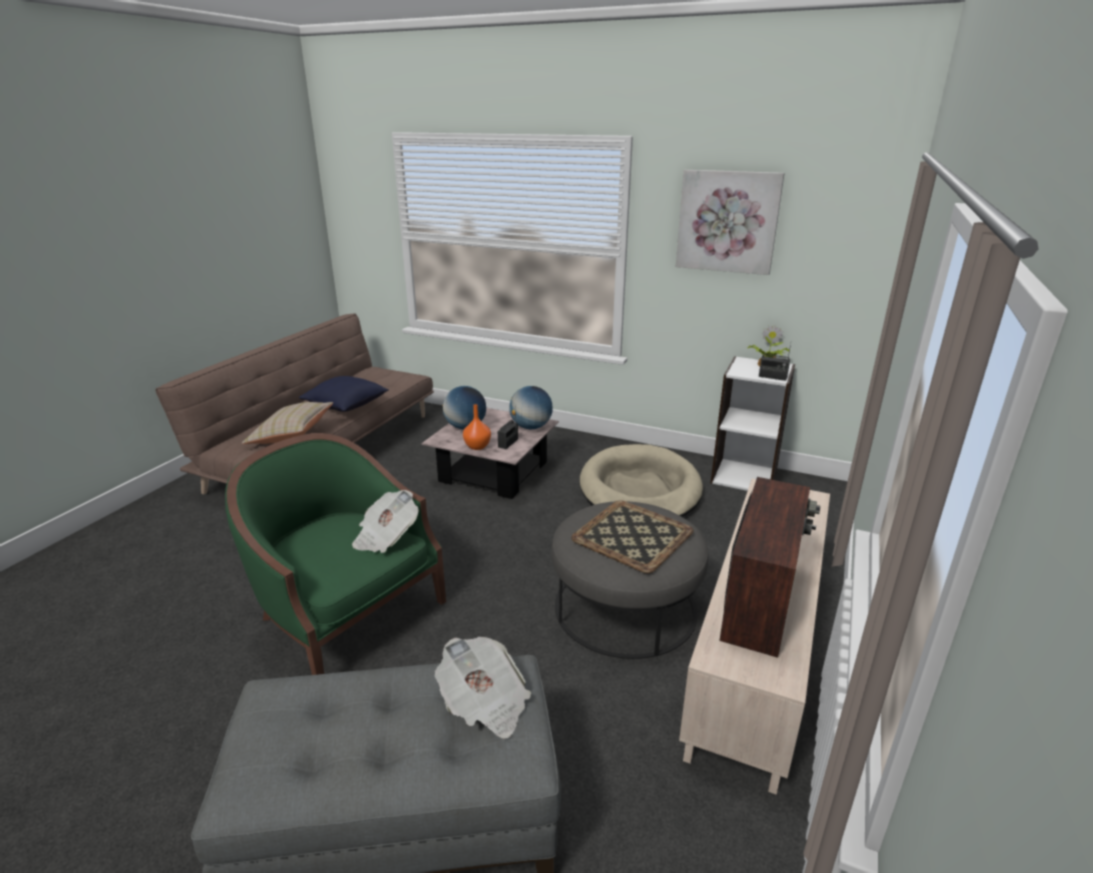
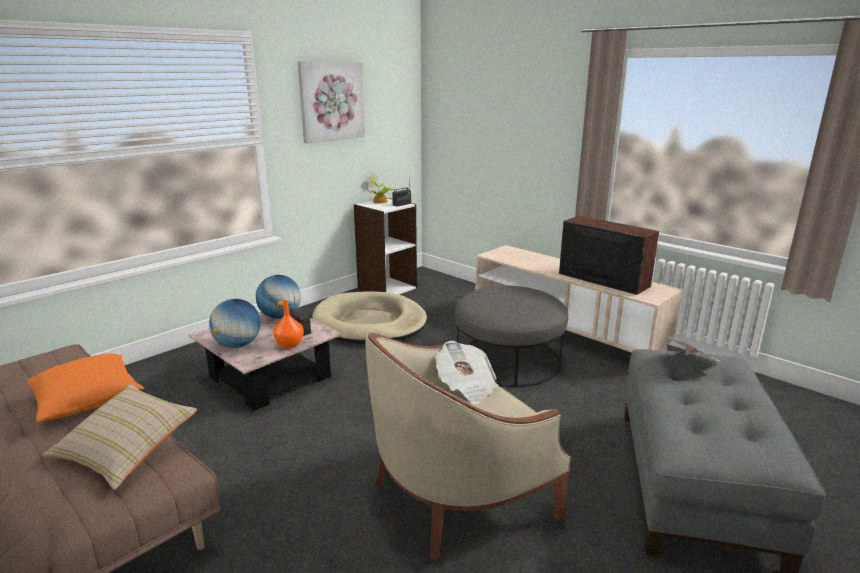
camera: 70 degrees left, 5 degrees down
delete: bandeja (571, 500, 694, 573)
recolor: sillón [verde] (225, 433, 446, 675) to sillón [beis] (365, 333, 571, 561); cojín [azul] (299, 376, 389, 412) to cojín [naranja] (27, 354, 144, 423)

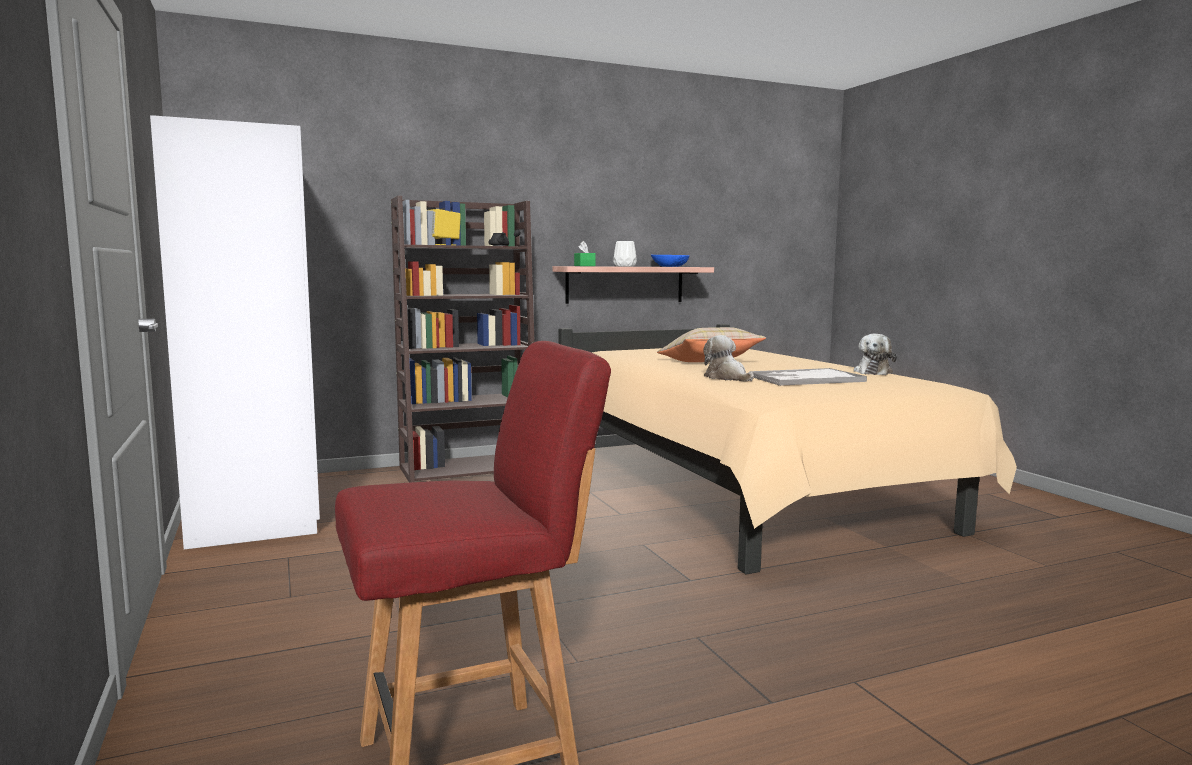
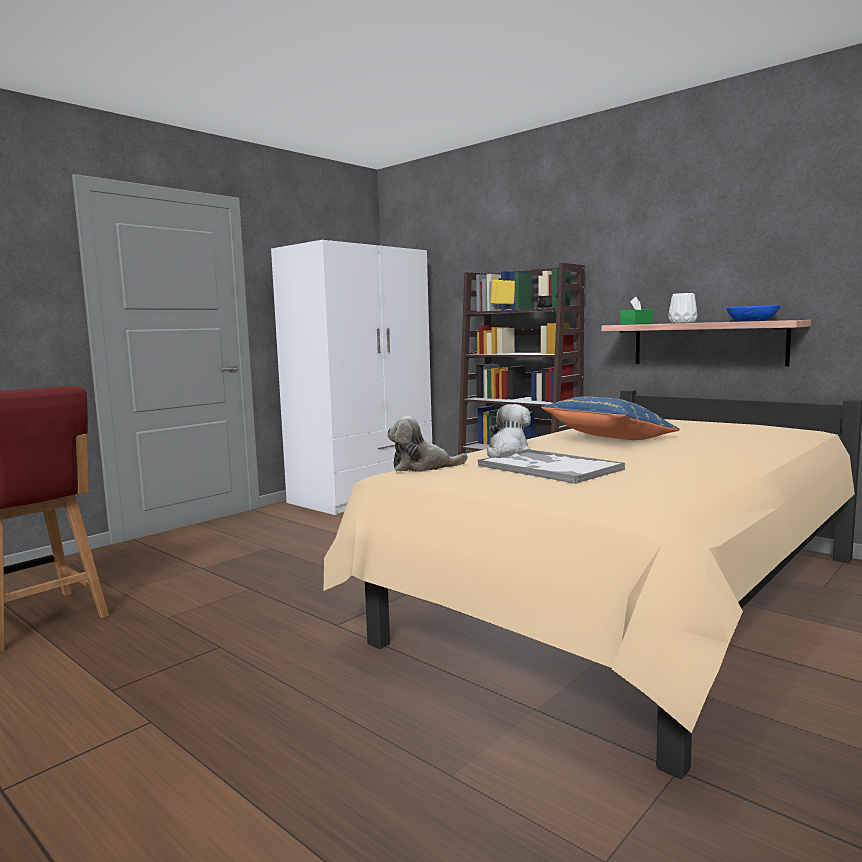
camera: 65 degrees right, 0 degrees up
move: peluche (854, 334, 897, 375) to (387, 416, 468, 472)
recolor: cojín [beis] (657, 327, 766, 362) to cojín [azul] (541, 396, 680, 440)

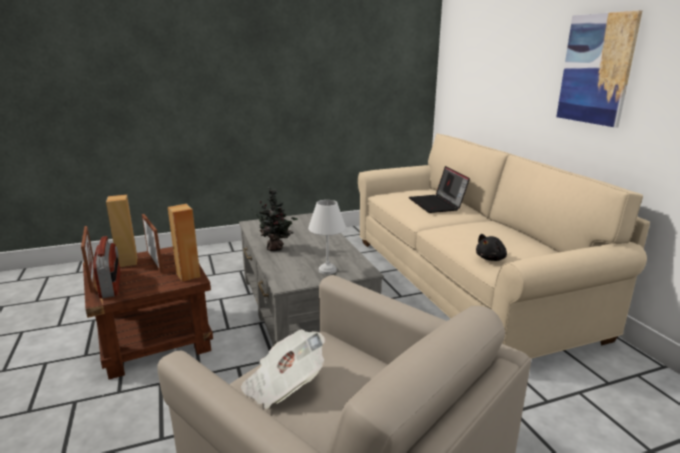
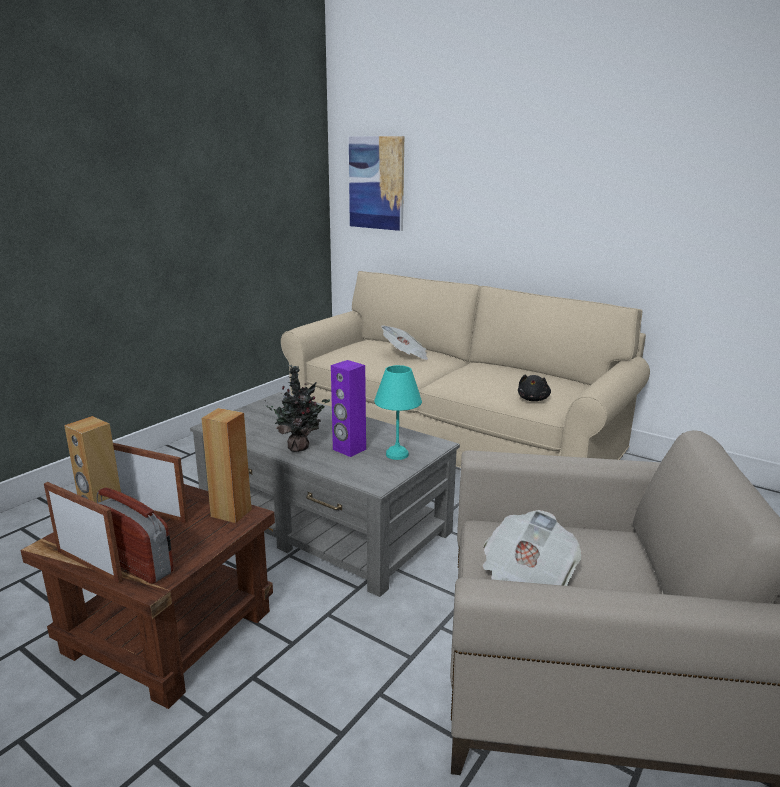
camera: 35 degrees left, 0 degrees up
insert: altavoz [morado] (331, 360, 366, 457)
move: cuadro (556, 10, 642, 128) to (349, 136, 404, 231)
replace: portátil (409, 166, 470, 213) to periódico (381, 325, 428, 360)
recolor: lámpara de mesa [blanco] (308, 200, 346, 274) to lámpara de mesa [turquesa] (374, 365, 422, 460)

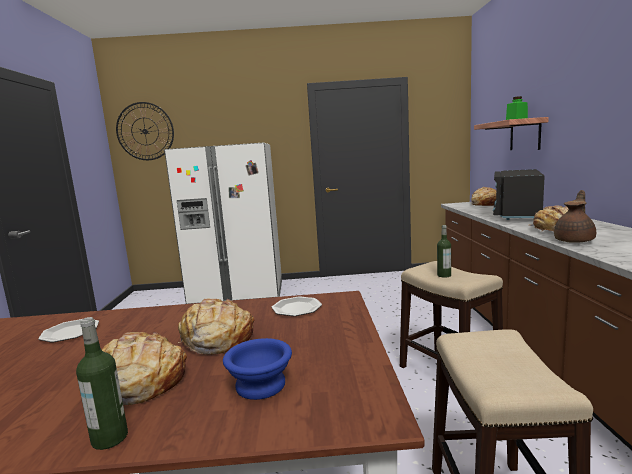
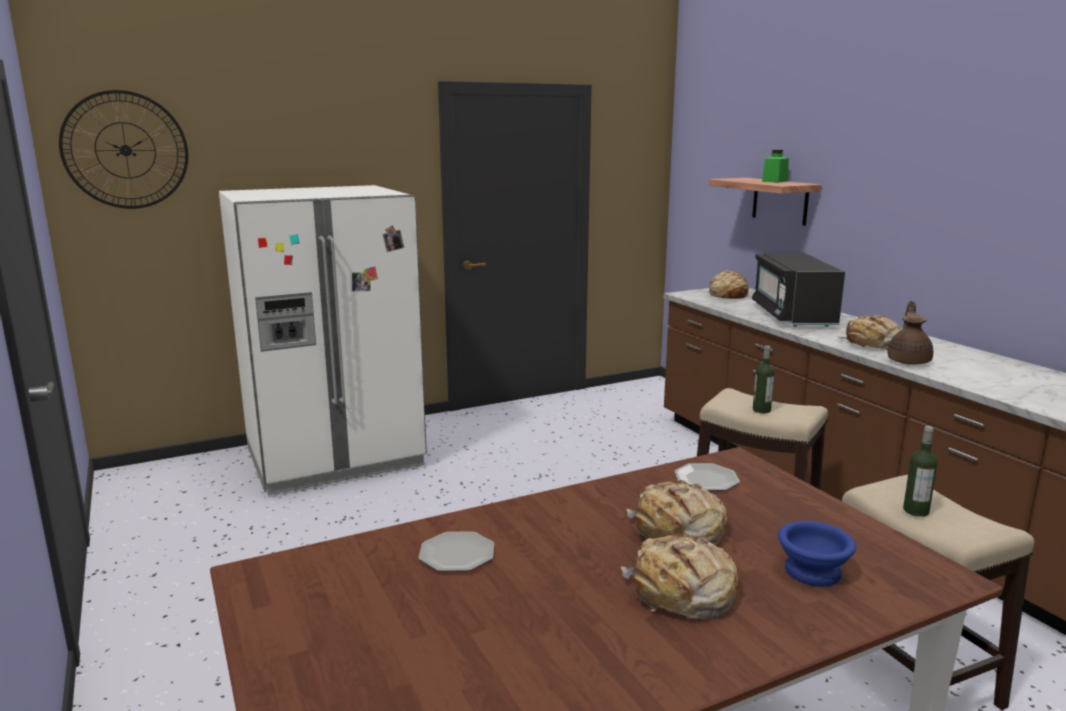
camera: 25 degrees left, 5 degrees up
move: botella (76, 317, 128, 450) to (903, 426, 938, 517)

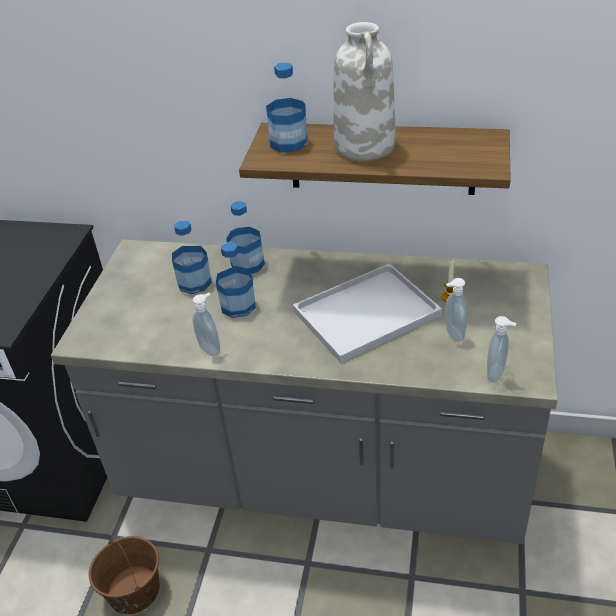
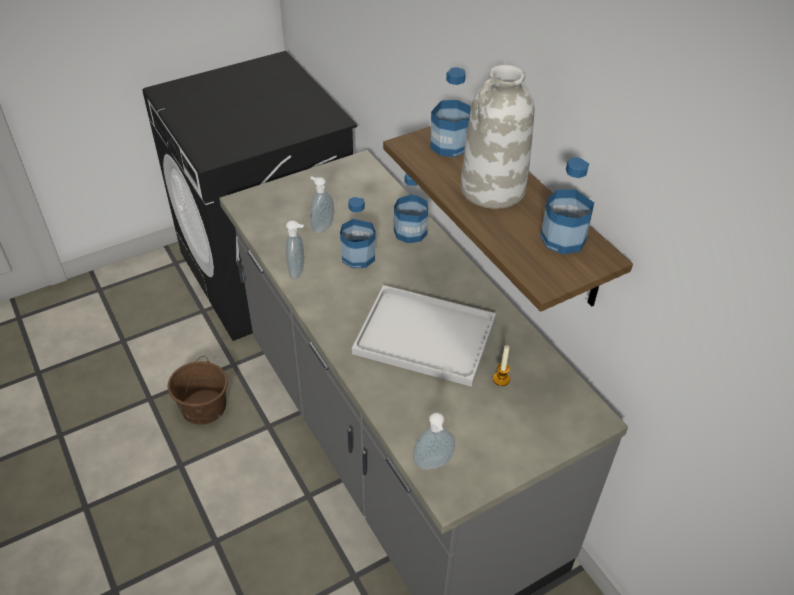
camera: 45 degrees right, 5 degrees up
move: botella (172, 221, 212, 294) to (540, 157, 594, 254); dispensador de jabón (445, 278, 467, 342) to (310, 176, 334, 233)

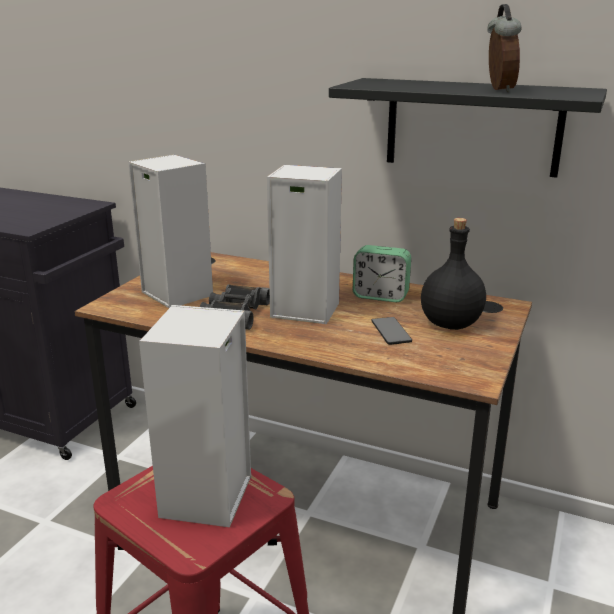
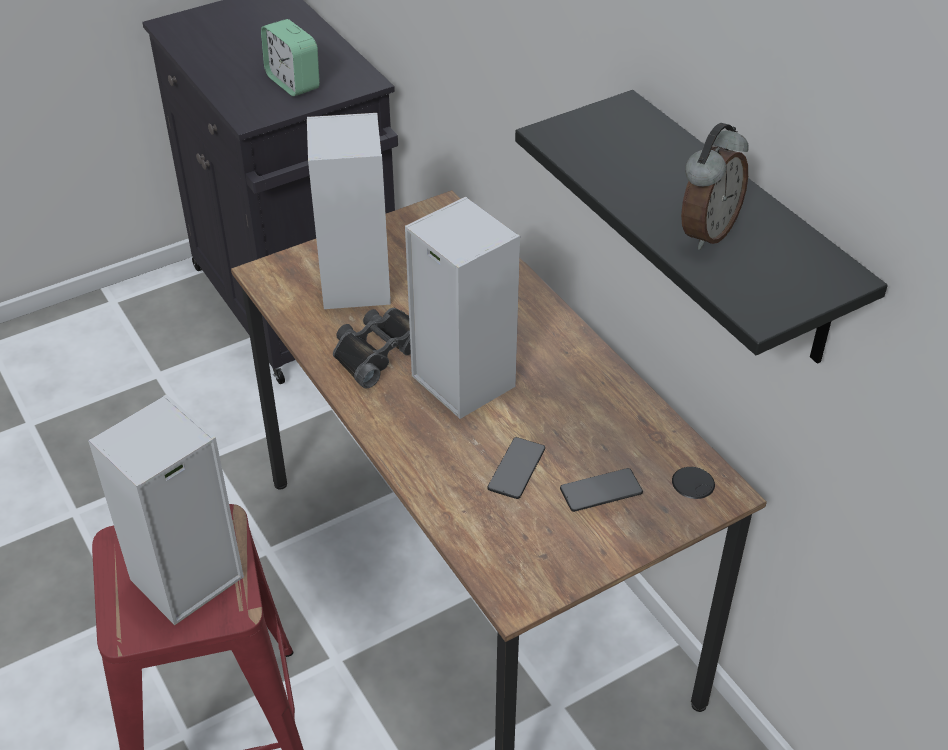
camera: 35 degrees right, 20 degrees up
move: despertador (353, 245, 411, 302) to (261, 19, 320, 96)
replace: botella [negro] (421, 218, 486, 330) to móvil (560, 468, 643, 512)

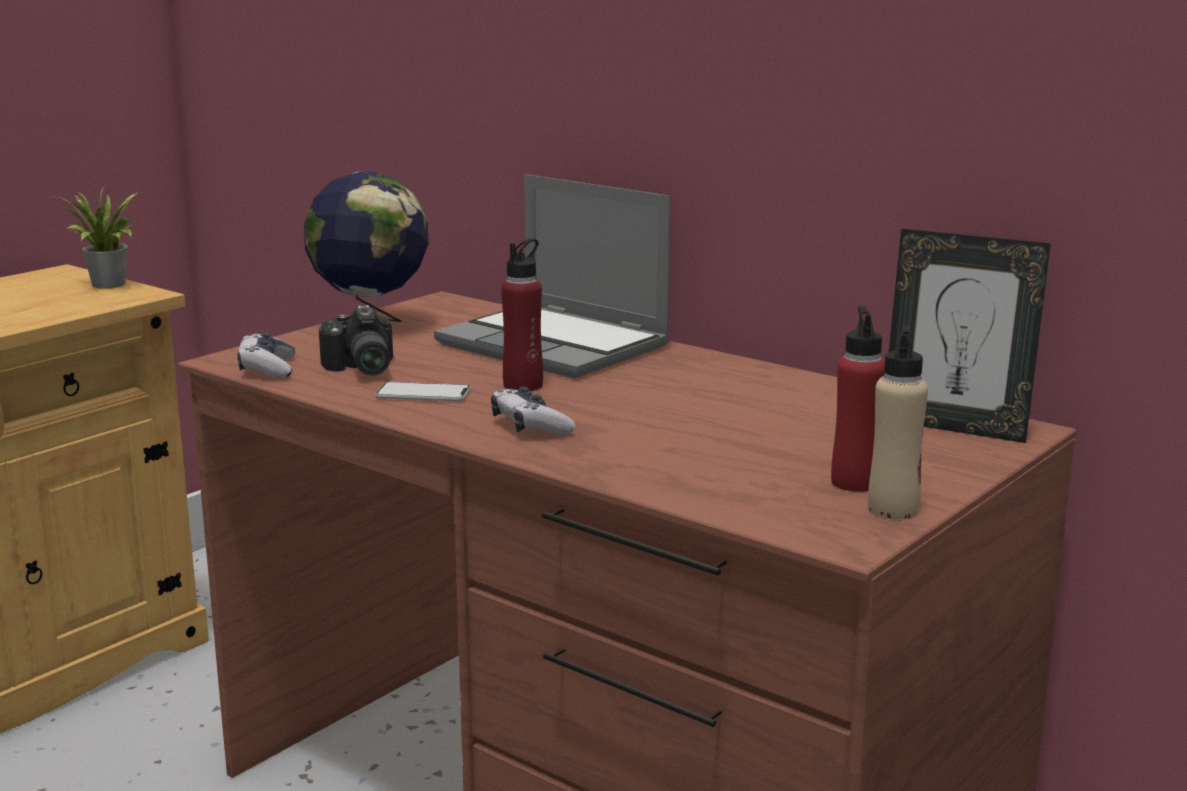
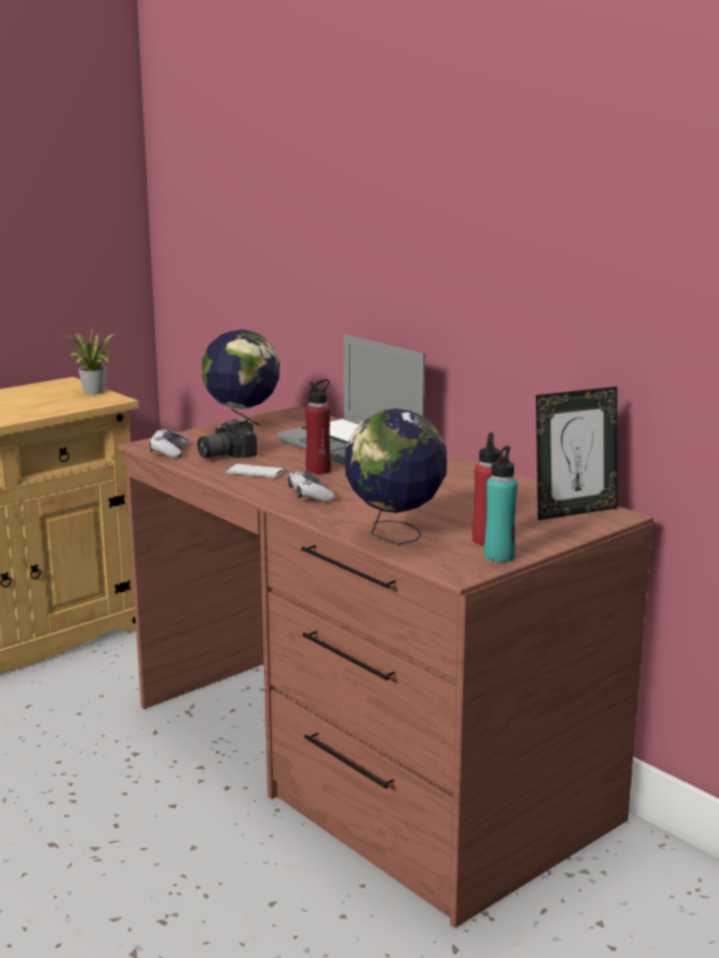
camera: 10 degrees right, 0 degrees up
insert: globo terráqueo (345, 408, 447, 545)
recolor: botella [beis] (868, 325, 928, 519) to botella [turquesa] (484, 446, 518, 563)
rotate: cámara (319, 305, 393, 376) = (197, 418, 257, 458) 60 degrees clockwise; portarretratos (889, 229, 1051, 443) = (536, 387, 618, 520) 60 degrees counterclockwise

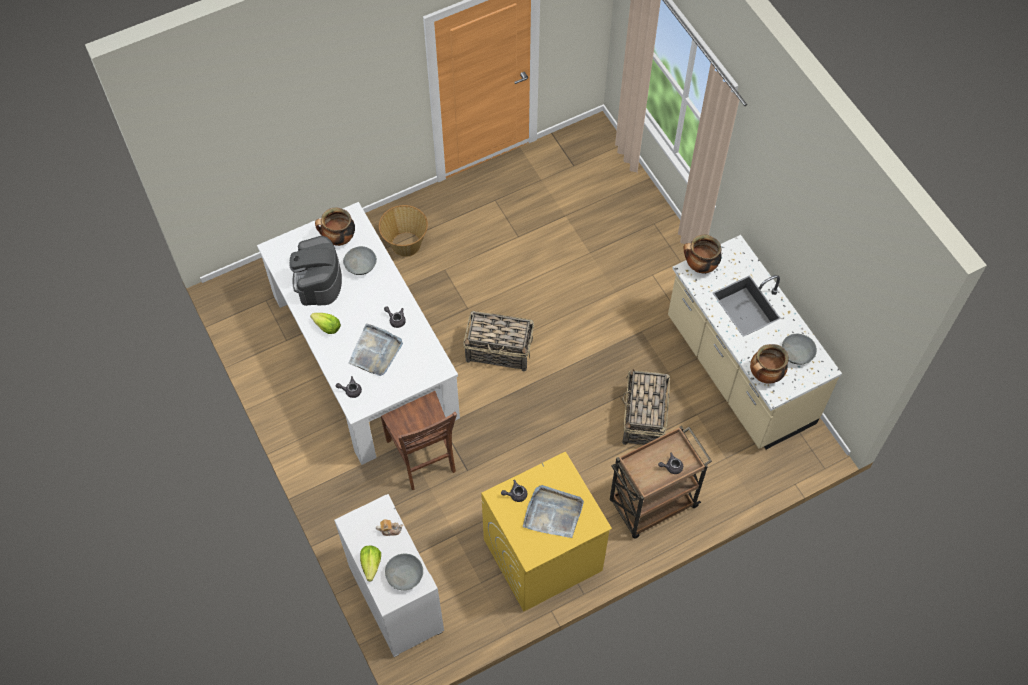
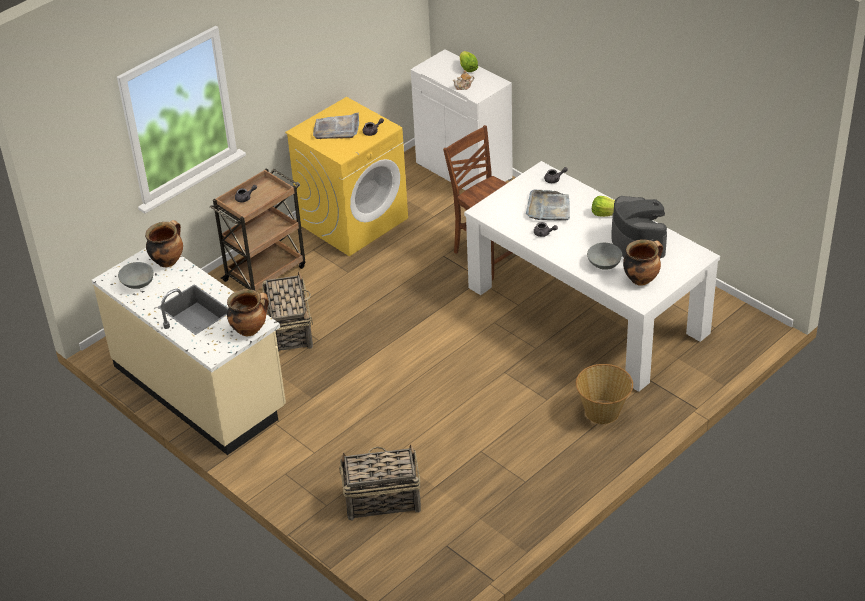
camera: 165 degrees right, 20 degrees down
delete: cuenco [gris] (385, 554, 423, 590)
move: cesta (463, 311, 534, 372) to (339, 445, 421, 521)

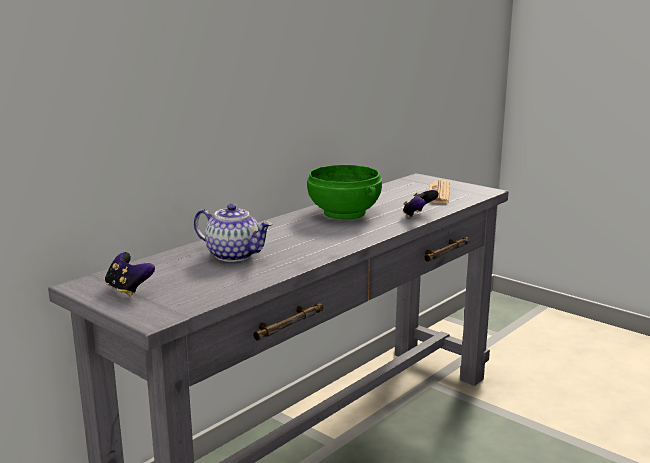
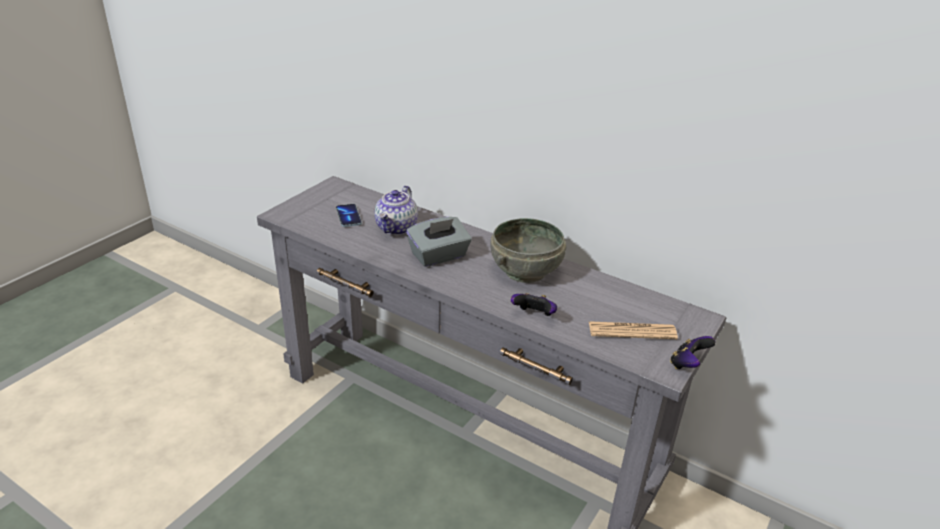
camera: 80 degrees right, 15 degrees up
insert: móvil (336, 204, 362, 227); caja de pañuelos [gris] (406, 217, 472, 267)
move: mando de consola (105, 252, 155, 296) to (670, 336, 716, 369)
recolor: cuenco [verde] (307, 165, 382, 219) to cuenco [gris] (490, 218, 566, 283)

